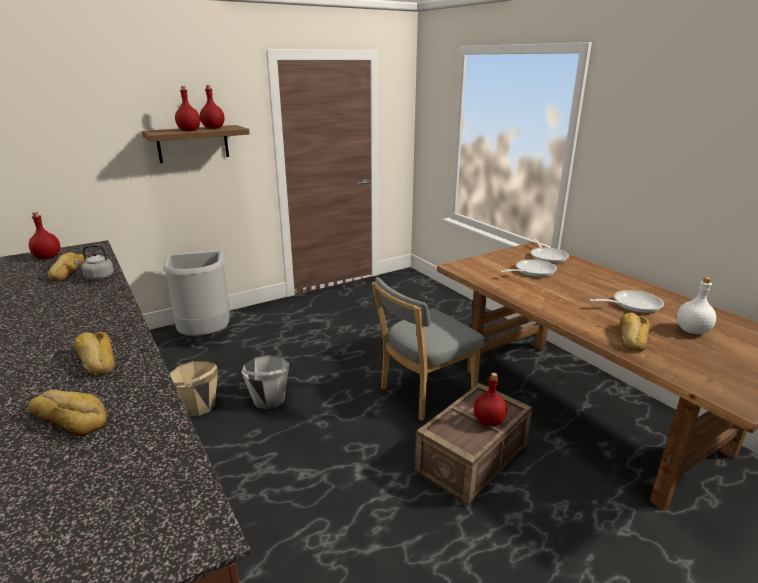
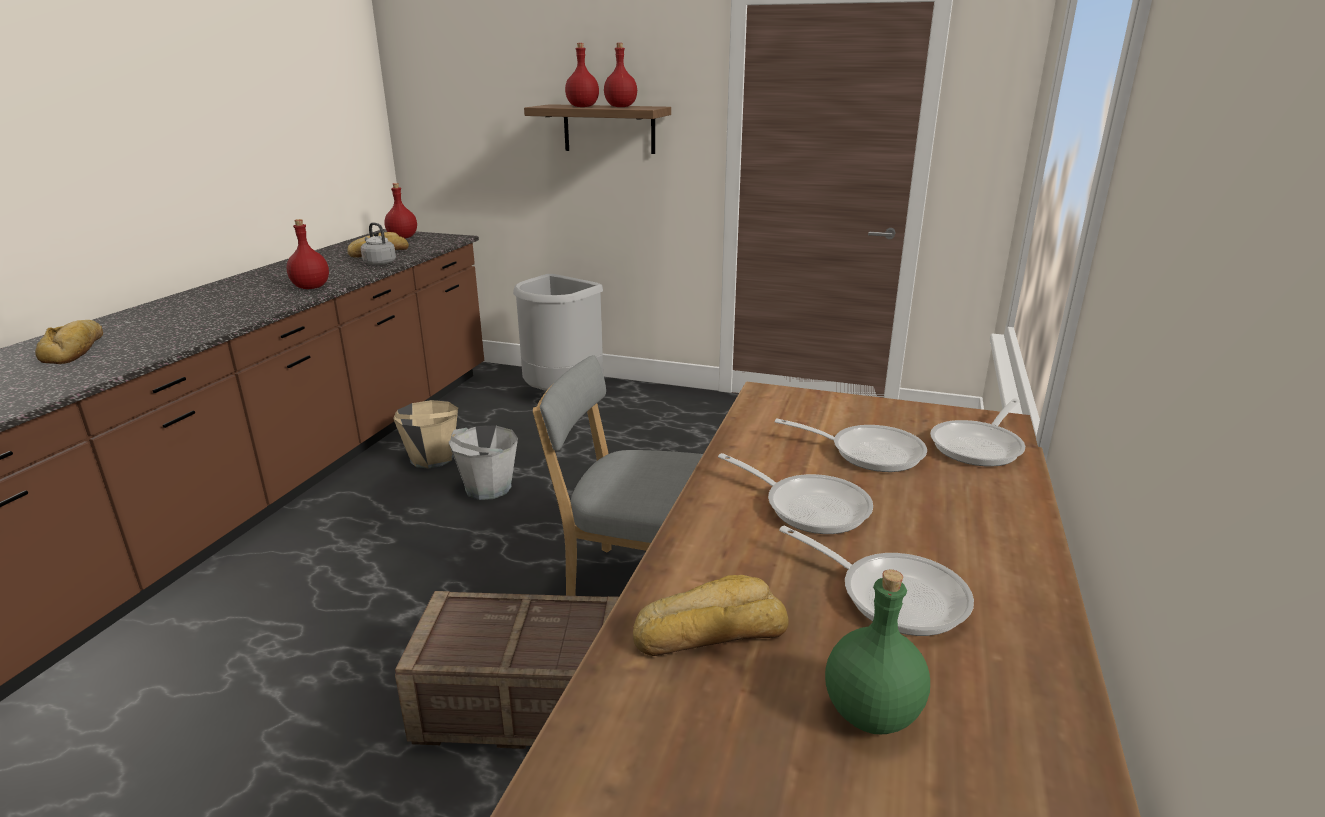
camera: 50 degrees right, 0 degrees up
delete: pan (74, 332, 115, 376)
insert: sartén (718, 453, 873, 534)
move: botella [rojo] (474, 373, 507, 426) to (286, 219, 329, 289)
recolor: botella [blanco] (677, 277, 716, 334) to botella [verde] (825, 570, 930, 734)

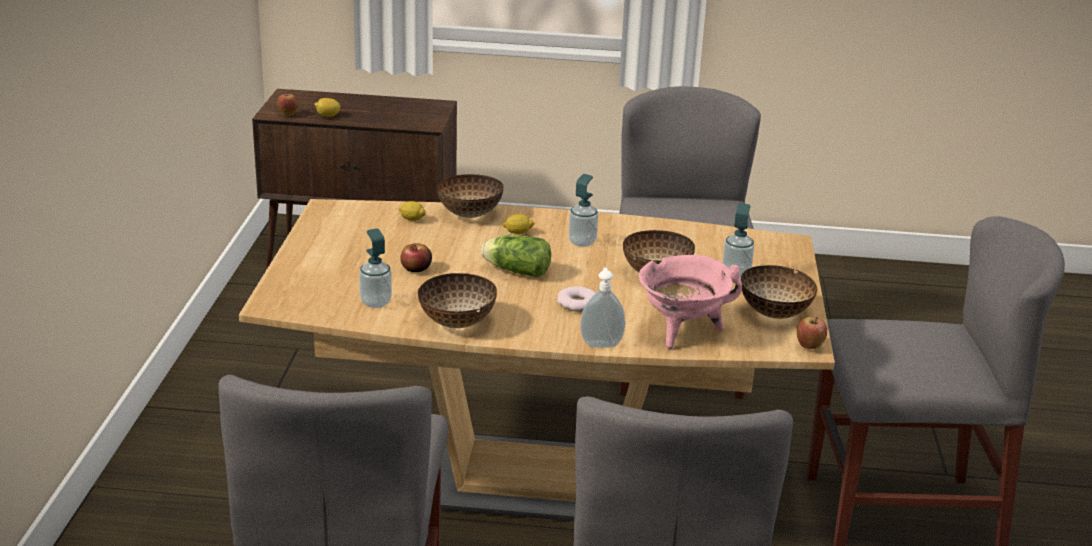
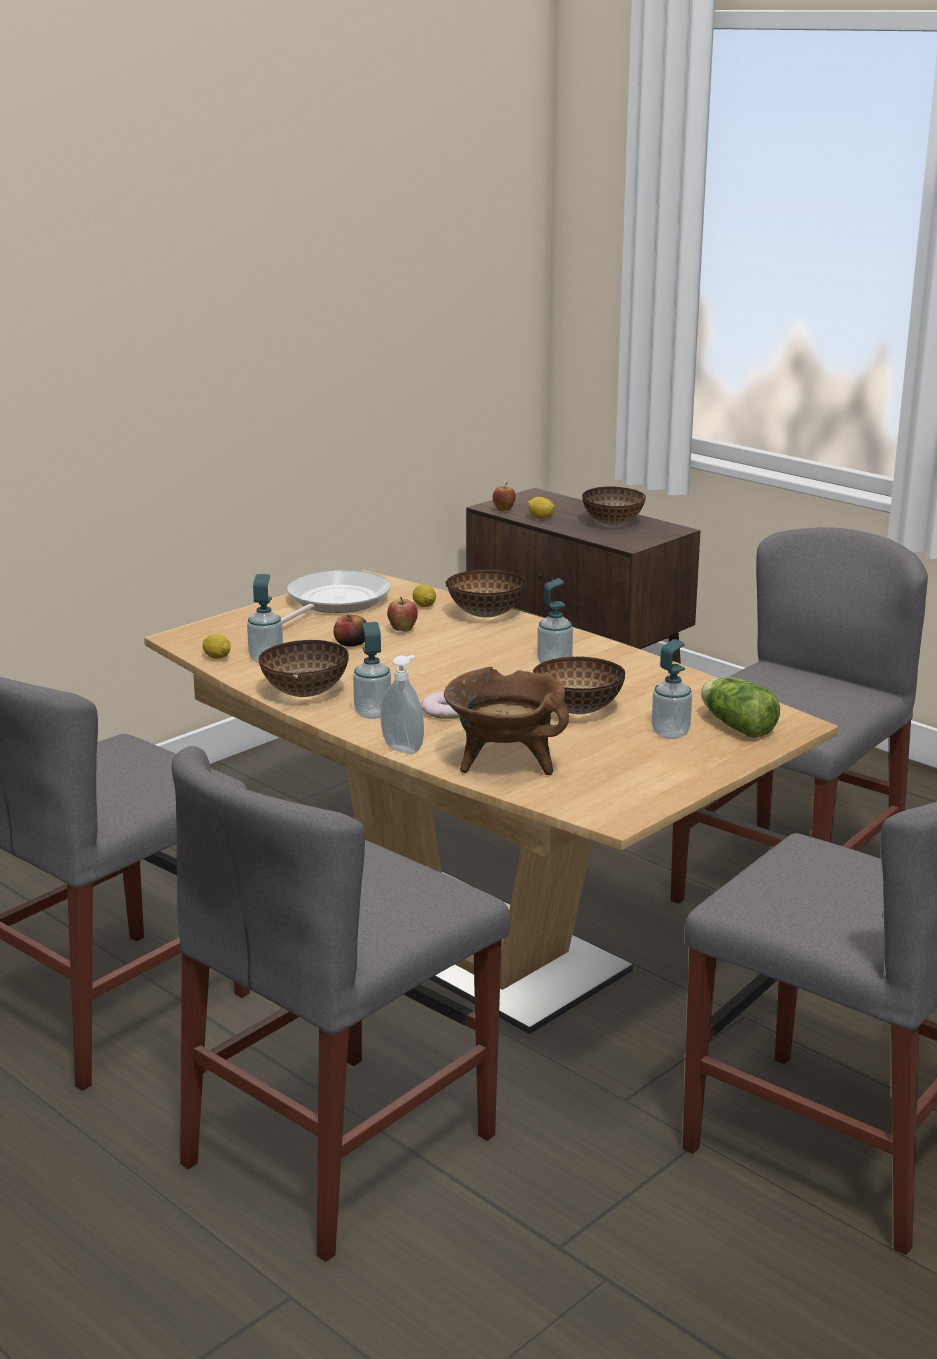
camera: 40 degrees right, 5 degrees down
insert: sartén (281, 570, 391, 624); dispensador de jabón (353, 622, 391, 719)
move: lechuga (481, 235, 551, 277) to (701, 677, 780, 738); limón (502, 214, 535, 234) to (203, 634, 231, 659); cuenco (741, 265, 817, 319) to (582, 486, 646, 525); manzana (797, 317, 827, 349) to (387, 597, 418, 632)
recolor: olla [rosa] (639, 255, 742, 349) to olla [marrón] (444, 667, 569, 775)

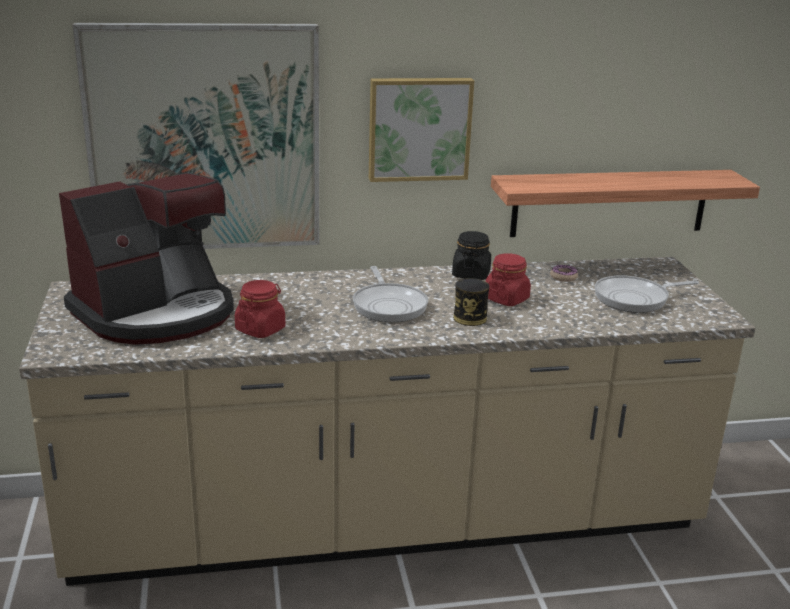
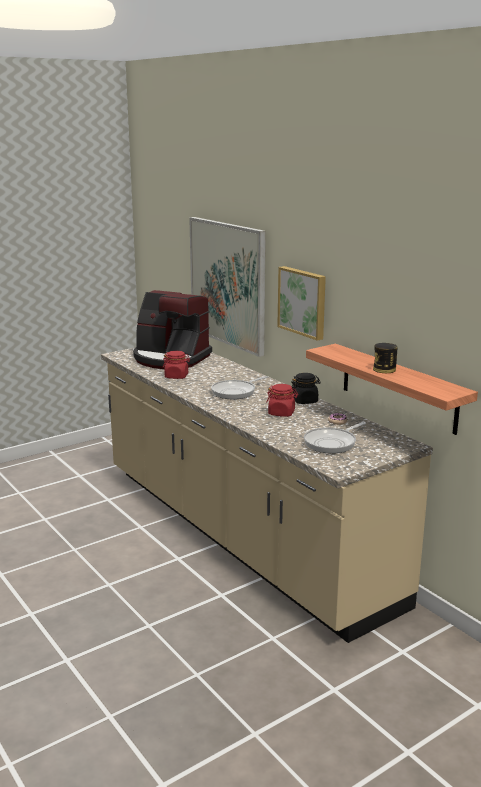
camera: 65 degrees right, 5 degrees down
move: lata (453, 278, 489, 326) to (373, 343, 398, 373)
rotate: sartén (594, 275, 699, 313) = (304, 422, 366, 454) 90 degrees counterclockwise

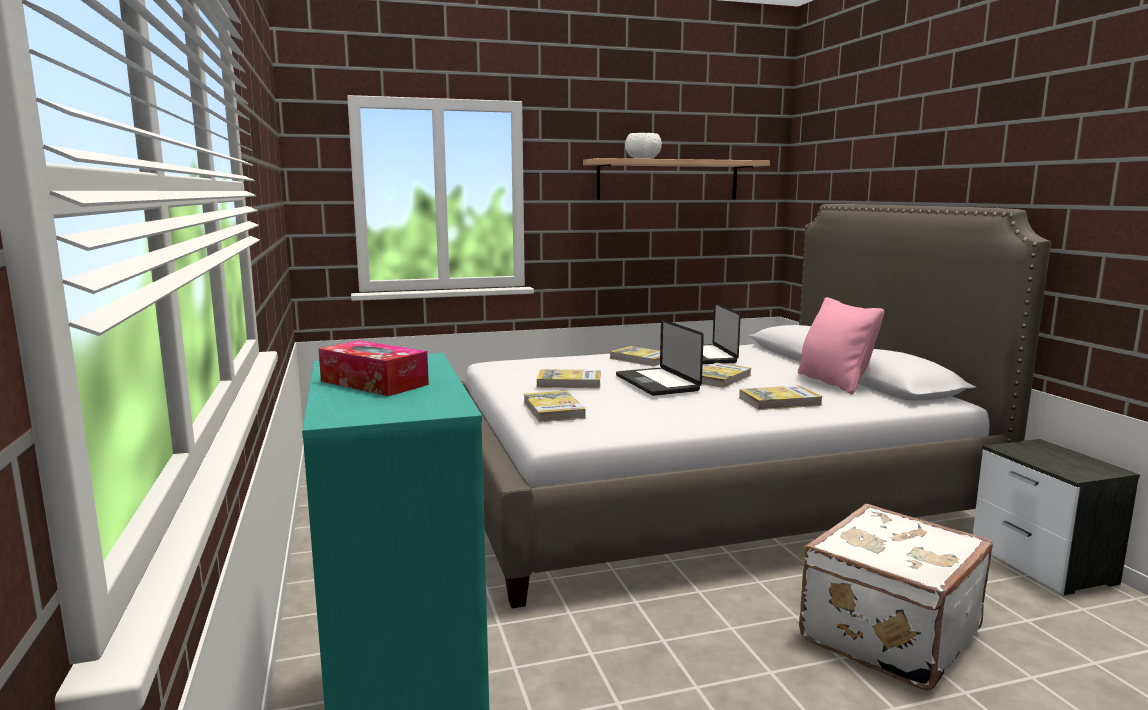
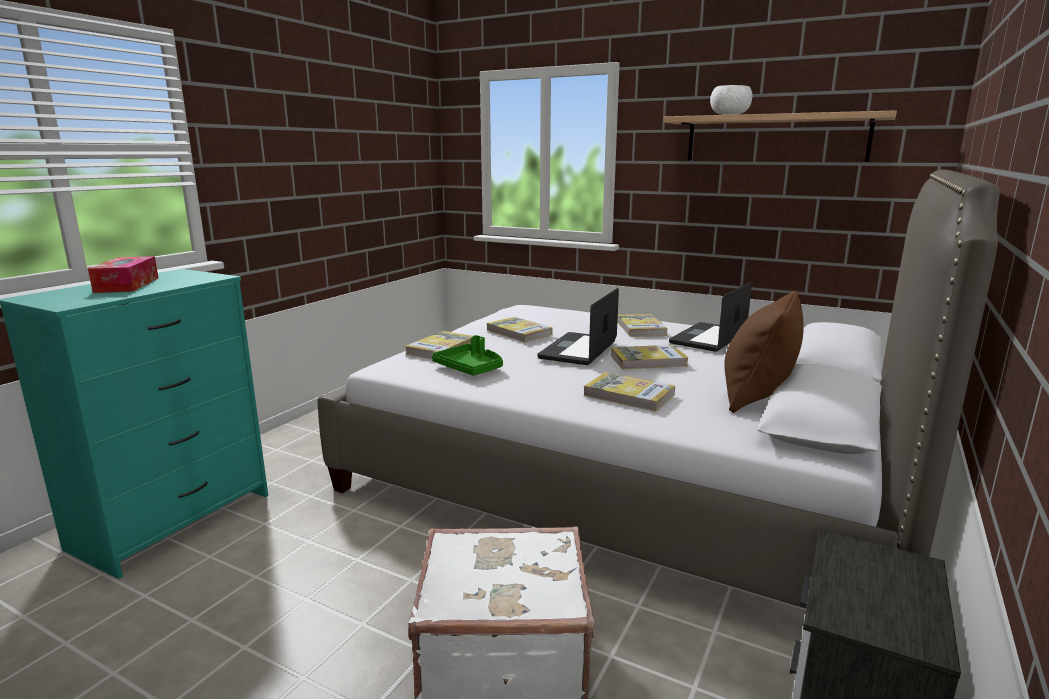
camera: 45 degrees right, 5 degrees up
insert: bandeja [verde] (432, 335, 503, 376)
recolor: cojín [rosa] (798, 297, 884, 394) to cojín [marrón] (724, 291, 804, 413)

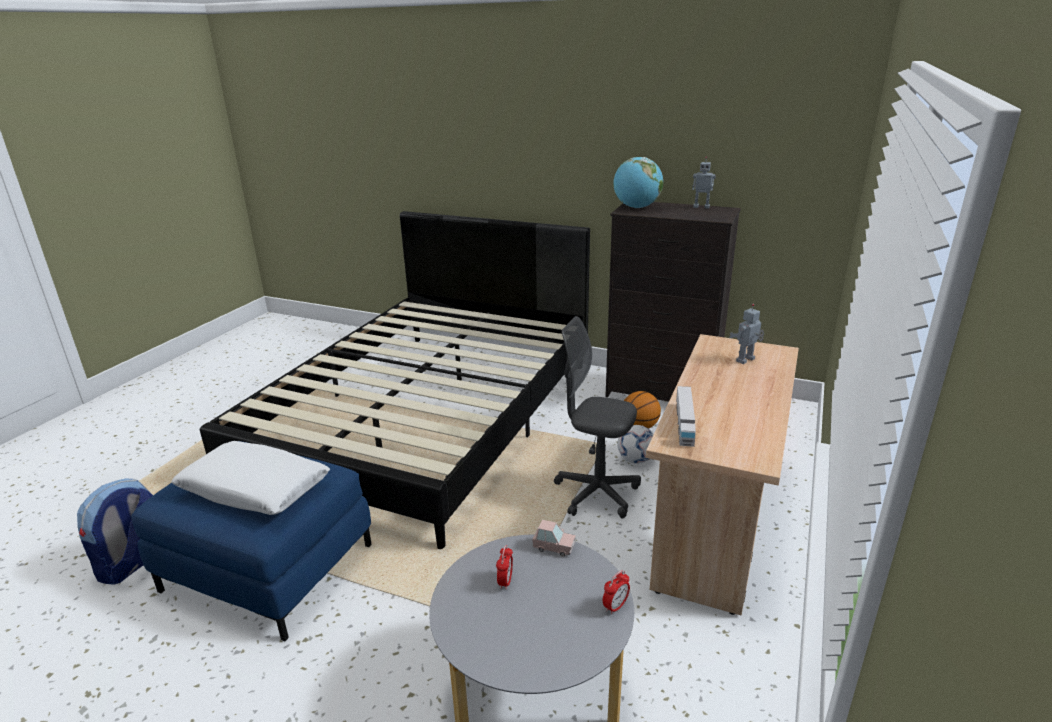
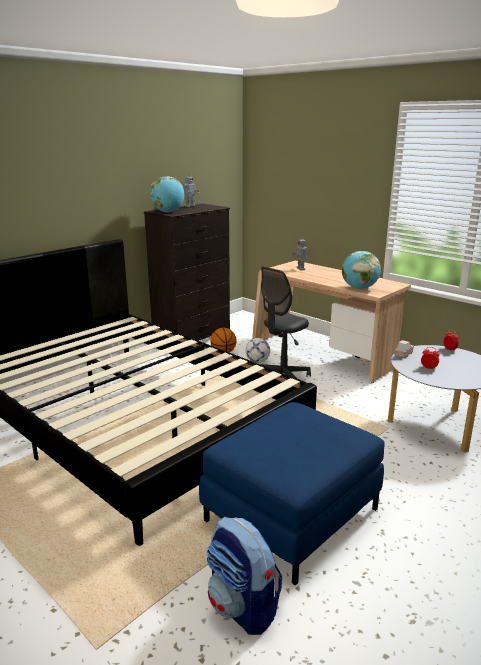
camera: 70 degrees left, 5 degrees down
delete: cojín [blanco] (171, 441, 330, 515)
replace: camión de juguete (676, 386, 696, 447) to globo terráqueo (342, 251, 381, 289)

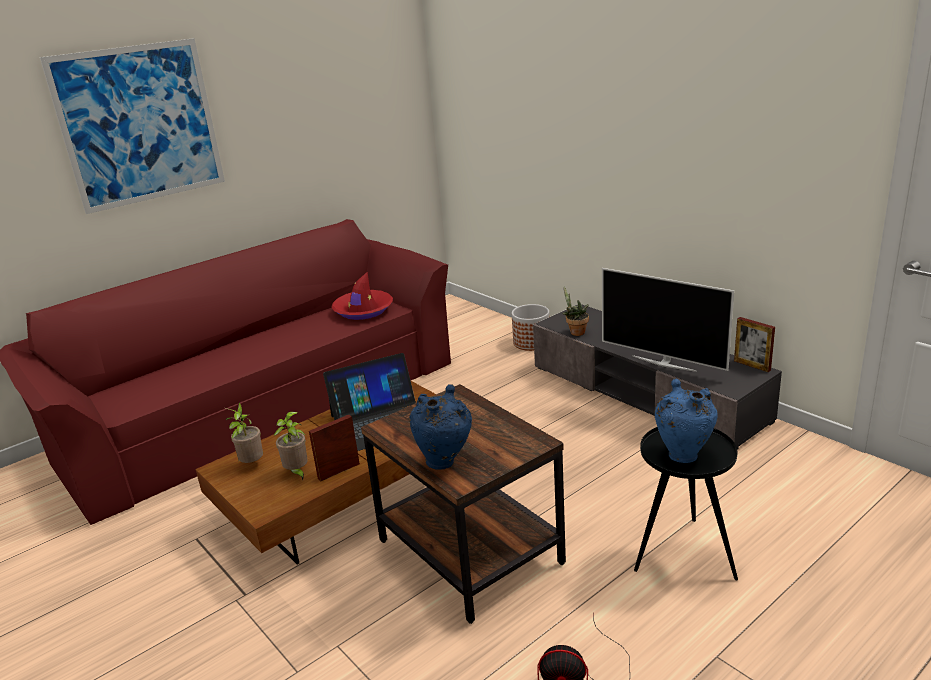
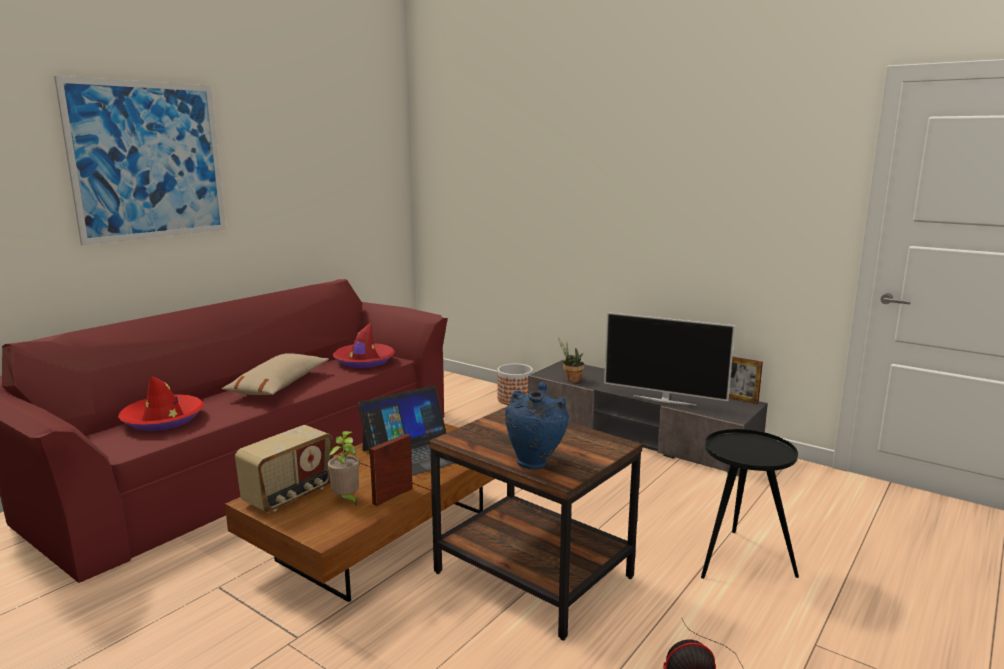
camera: 15 degrees left, 10 degrees down
delete: florero [azul] (655, 379, 718, 463)
insert: sombrero [rojo] (118, 376, 204, 431); cojín [beis] (222, 353, 329, 395)
replace: planta en maceta (226, 403, 263, 463) to radio (235, 425, 334, 512)

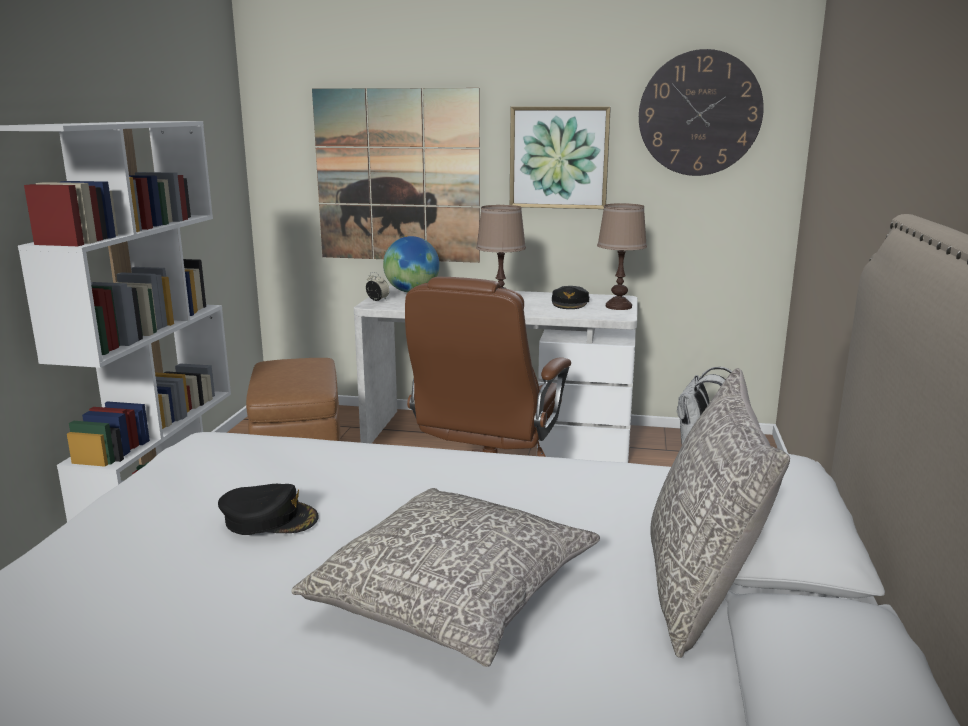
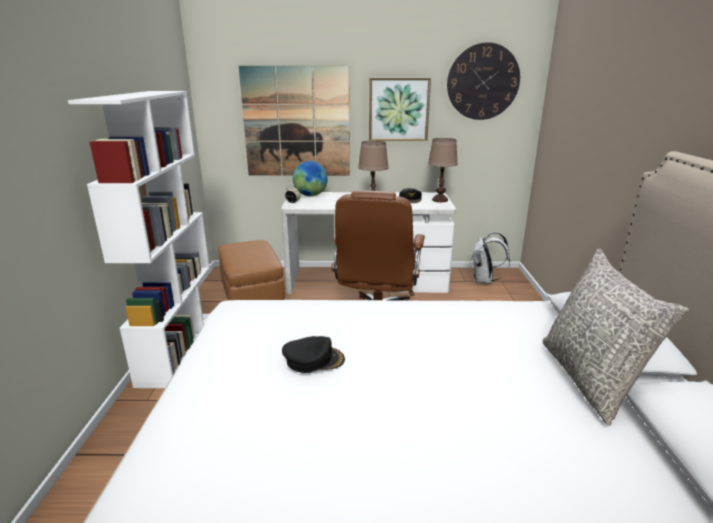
camera: 10 degrees left, 5 degrees up
delete: cojín [gris] (291, 488, 600, 667)

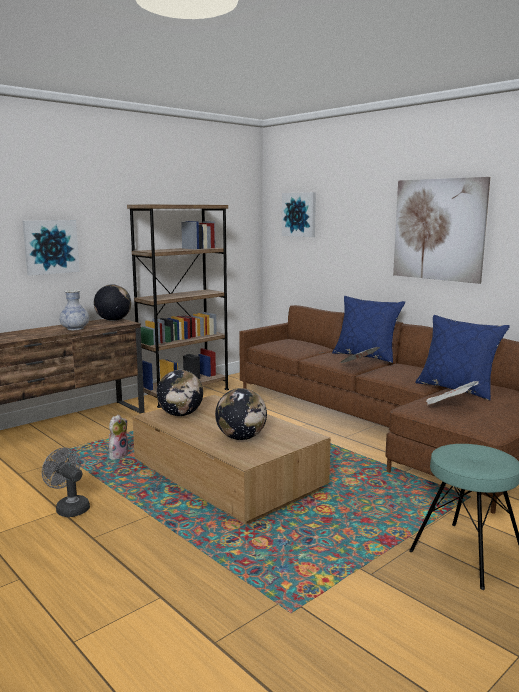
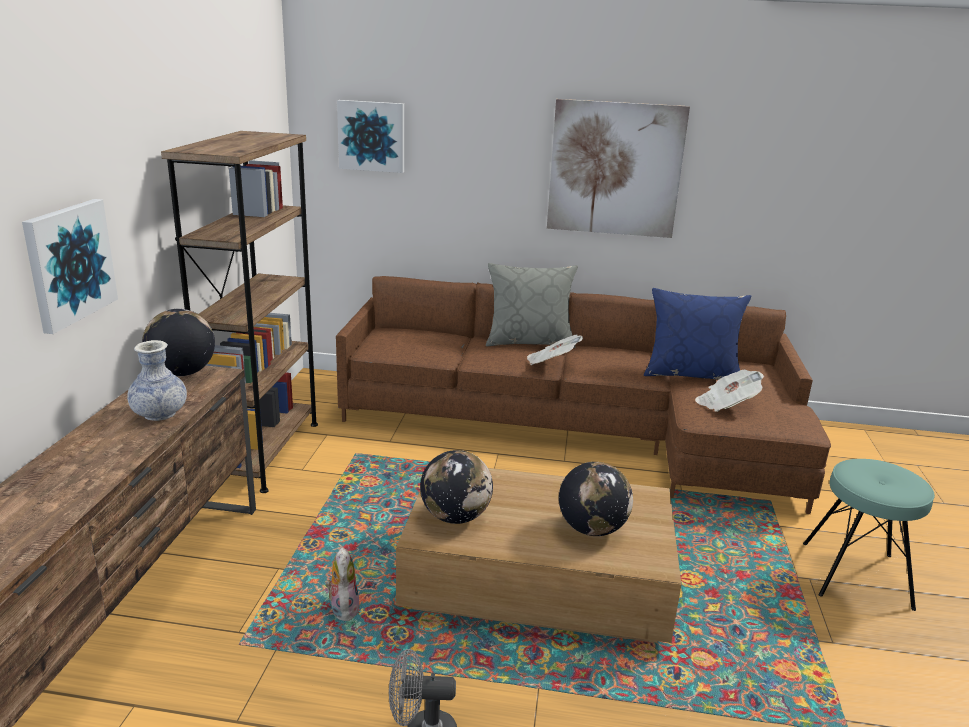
camera: 40 degrees left, 10 degrees up
recolor: cojín [azul] (332, 296, 405, 363) to cojín [gris] (486, 263, 578, 348)

